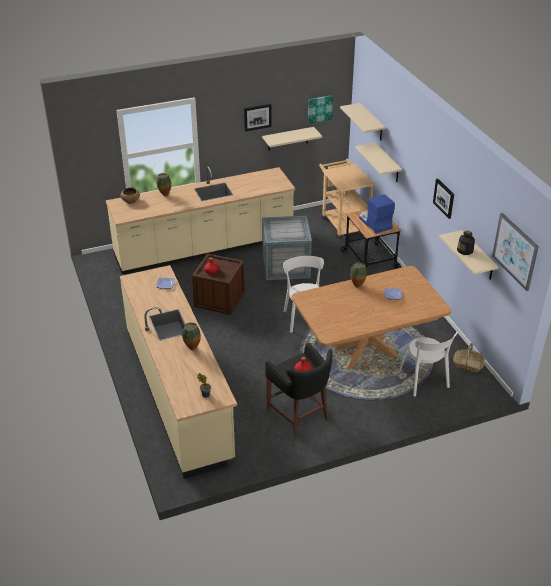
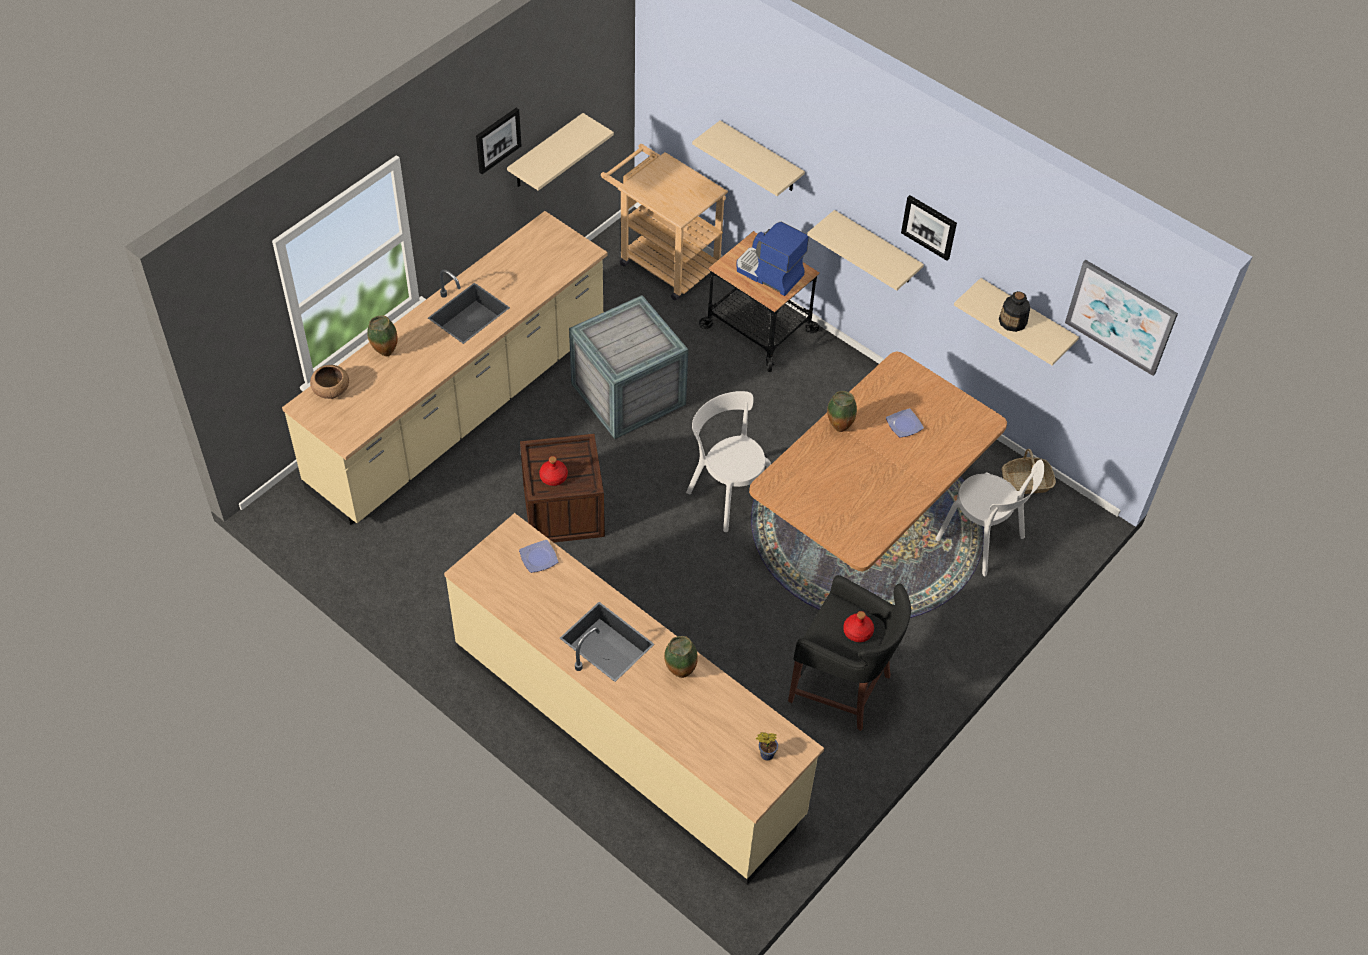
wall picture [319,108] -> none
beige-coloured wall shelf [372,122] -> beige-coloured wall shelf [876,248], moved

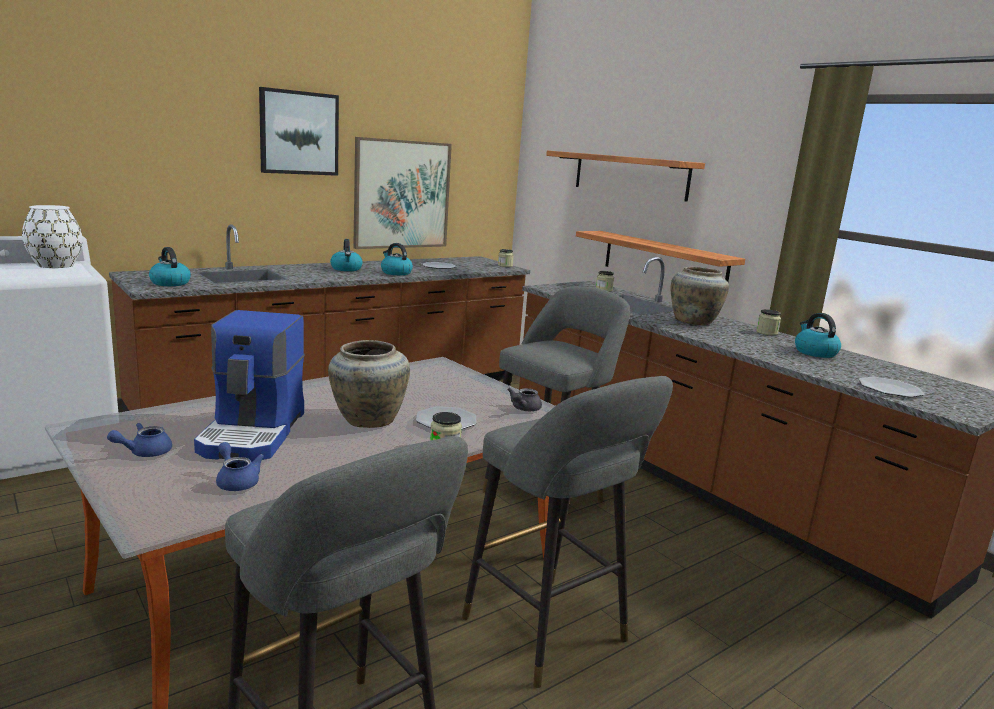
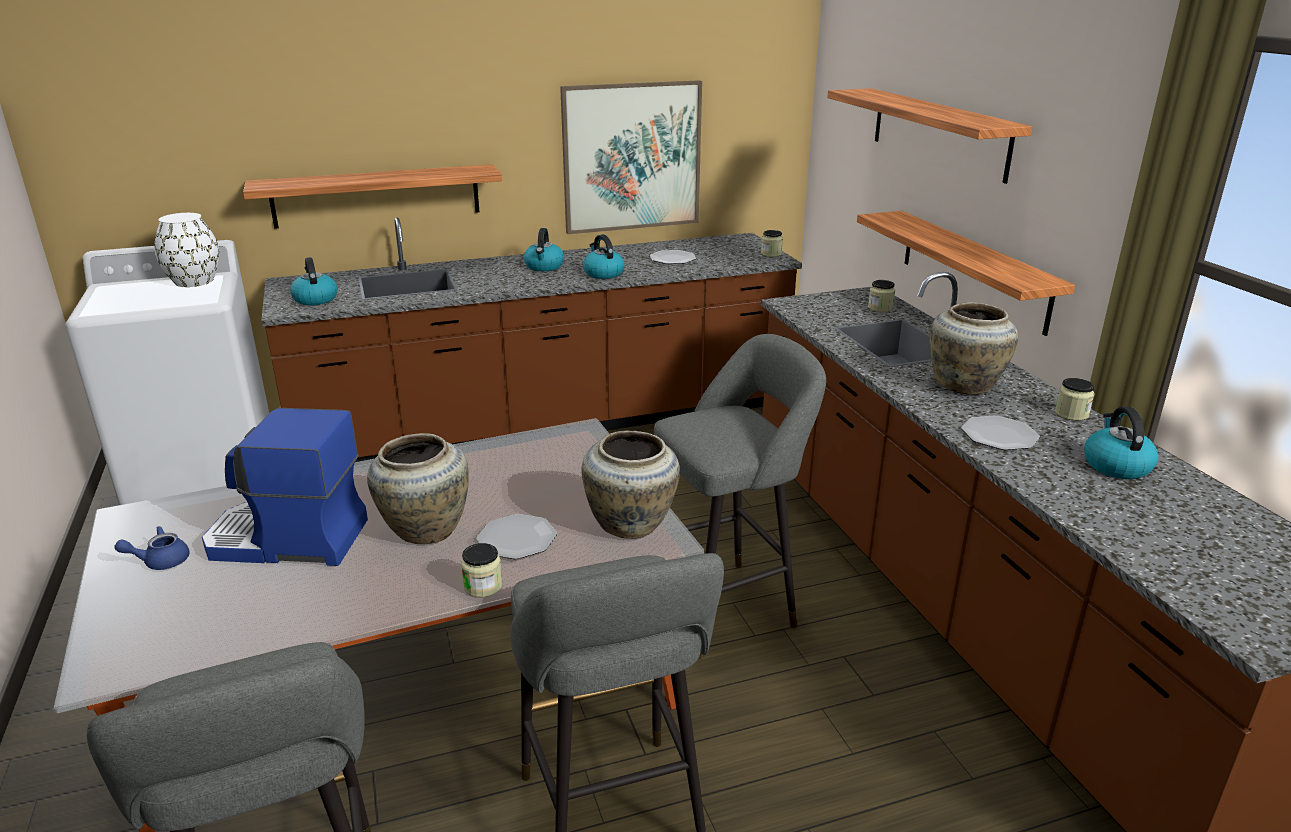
coffee machine [254,433] -> coffee machine [287,541], 75 degrees clockwise
blue teapot [236,481] -> none
wall picture [299,133] -> none
grey teapot [523,409] -> beige-coloured flower vase [631,525]
plate [890,389] -> plate [999,435], moved
none -> wall shelf [376,196]

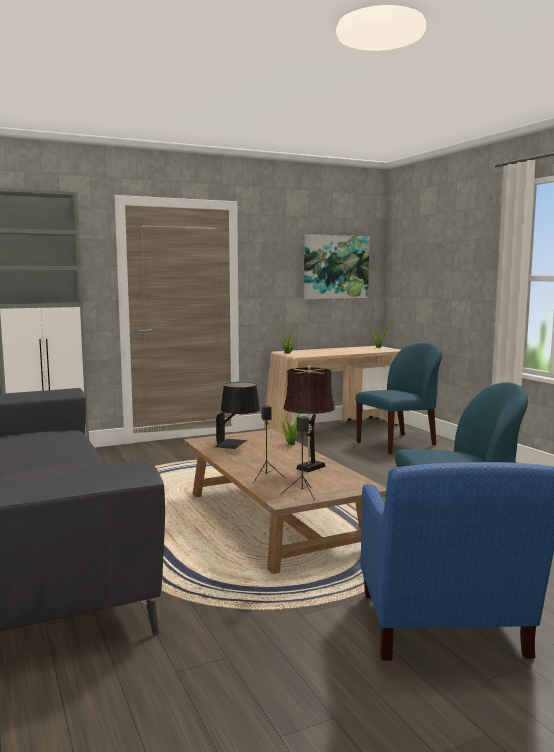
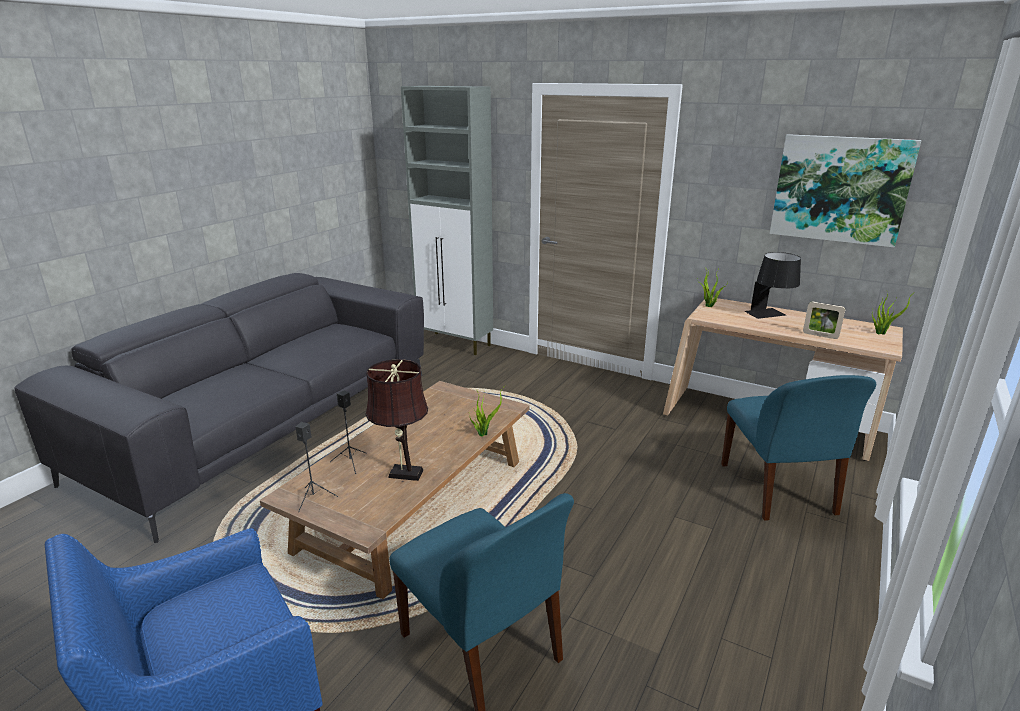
blackish tabletop lamp [238,444] -> blackish tabletop lamp [770,315], moved
blue plain chair [397,444] -> blue plain chair [778,490], 60 degrees clockwise
none -> photo frame [820,335]

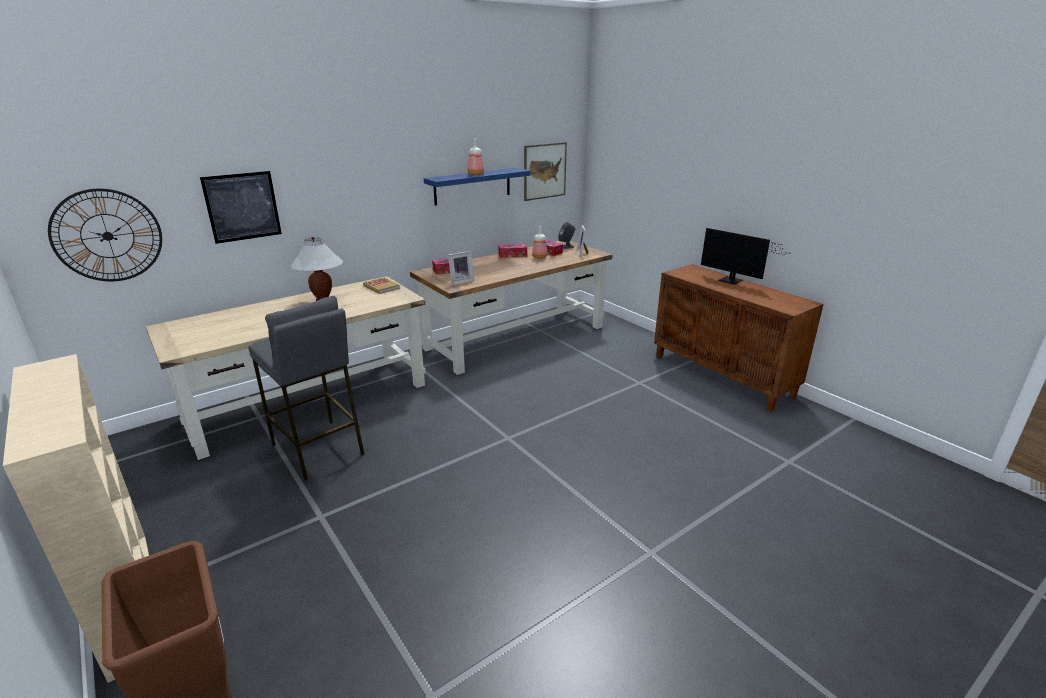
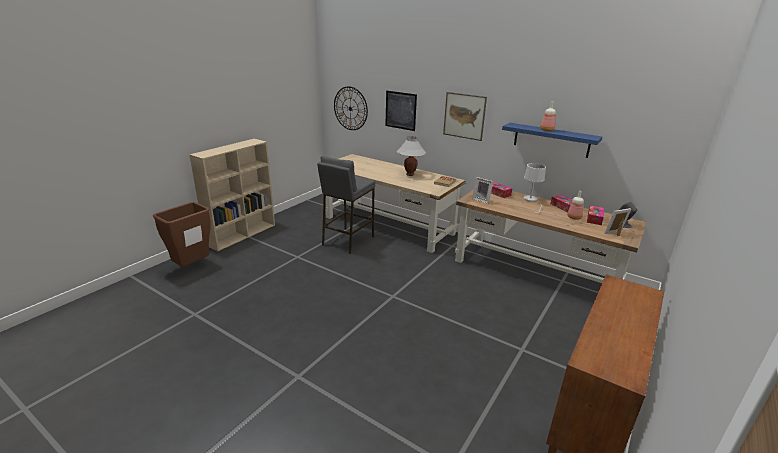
wall picture [545,171] -> wall picture [464,116], moved
monitor [733,281] -> none
none -> white tabletop lamp [531,201]

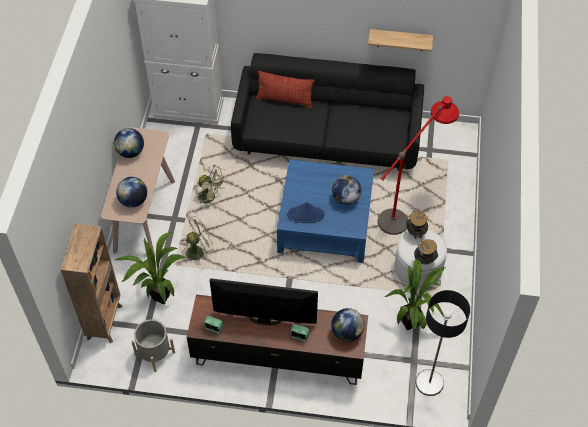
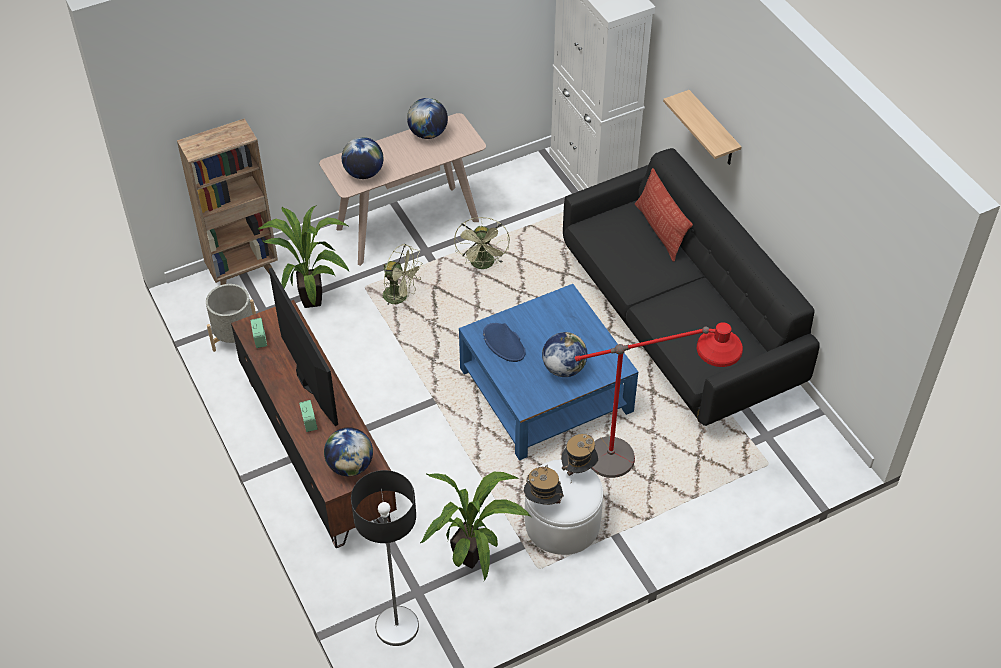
wall shelf [400,40] -> wall shelf [713,130], moved

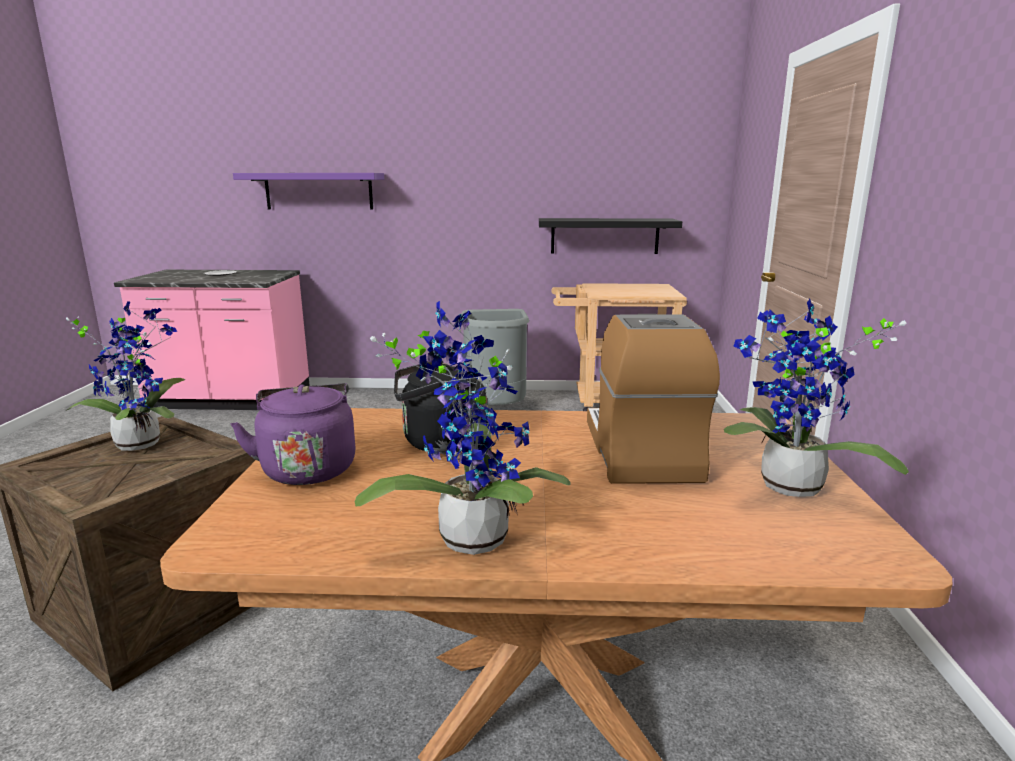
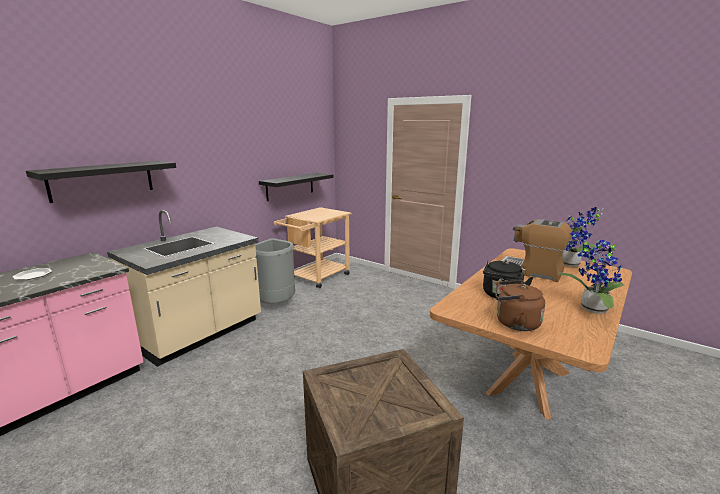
houseplant [141,442] -> none
purple-coloured water kettle [308,468] -> brownish water kettle [514,323]
purple-coloured wall shelf [319,191] -> blackish wall shelf [102,180]
none -> beige-coloured kitchen base unit [199,334]

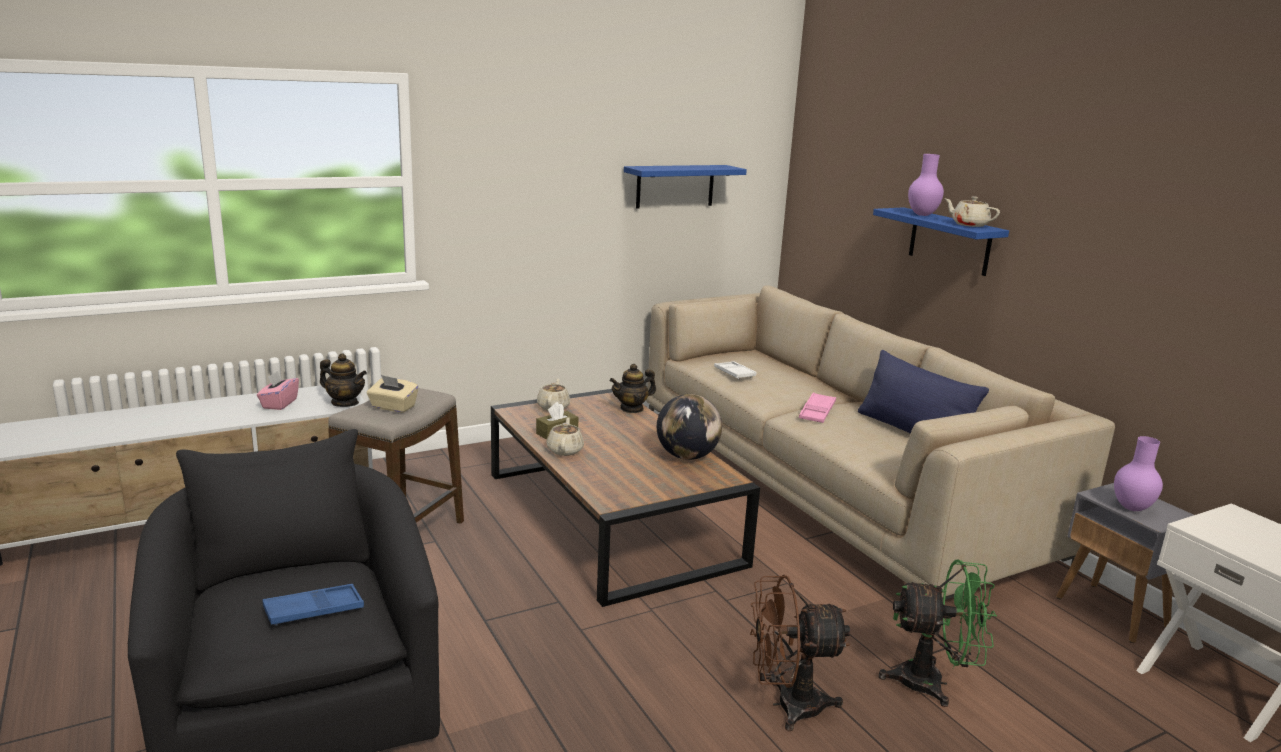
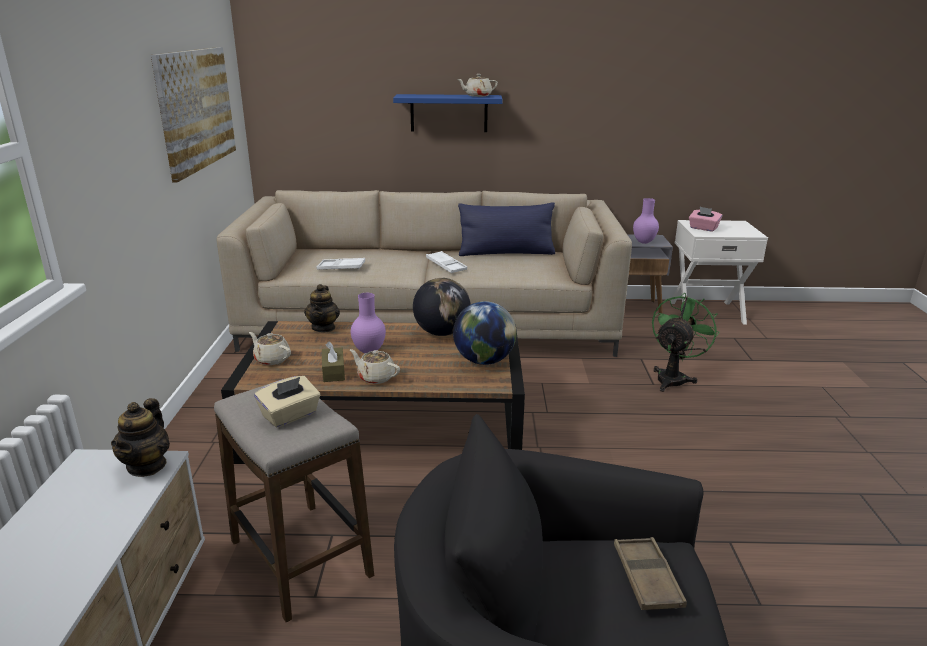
pink-coloured box of tissues [279,404] -> pink-coloured box of tissues [703,228], moved
blue tray [314,610] -> brownish tray [646,578]
teapot [345,403] -> teapot [147,465], 135 degrees clockwise
blue wall shelf [675,186] -> wall picture [197,109]
brownish cooling fan [787,705] -> none
pink-coloured tray [817,412] -> white tray [446,265]
purple-coloured flower vase [922,215] -> purple-coloured flower vase [368,351], moved
none -> desk globe [484,361]

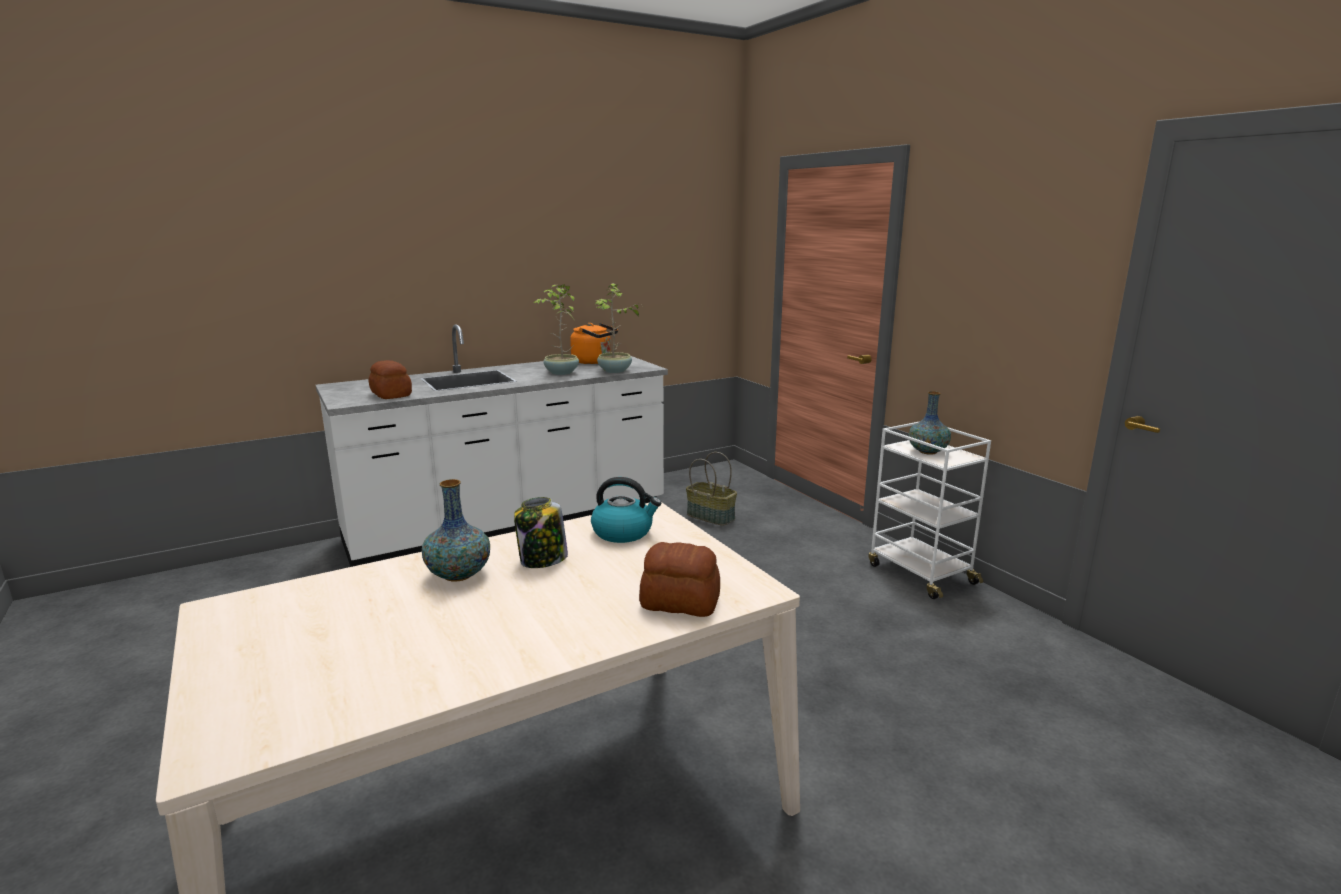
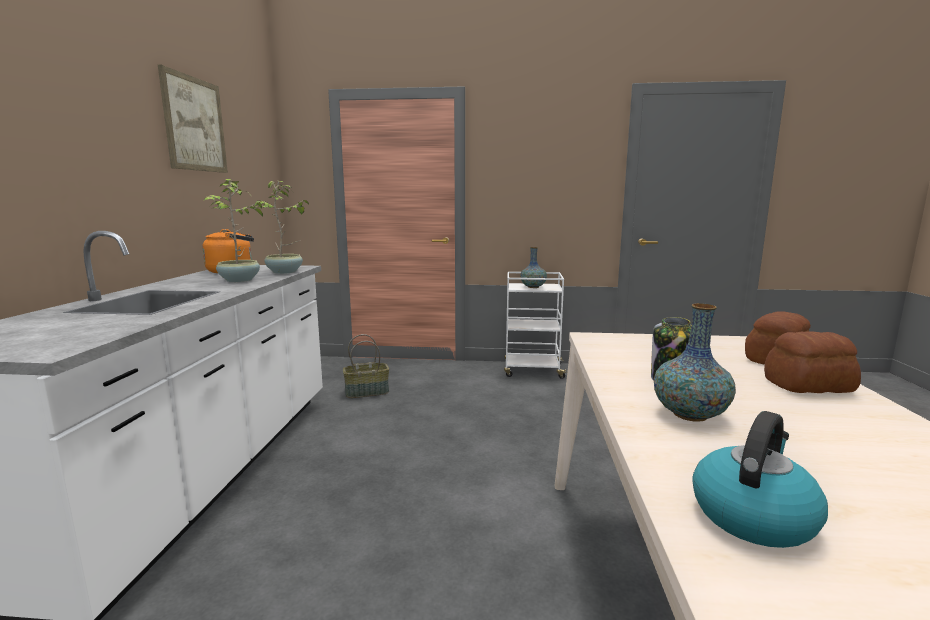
bakery bread [391,394] -> bakery bread [806,385], moved
water kettle [623,532] -> water kettle [752,515], moved
none -> wall picture [194,124]

